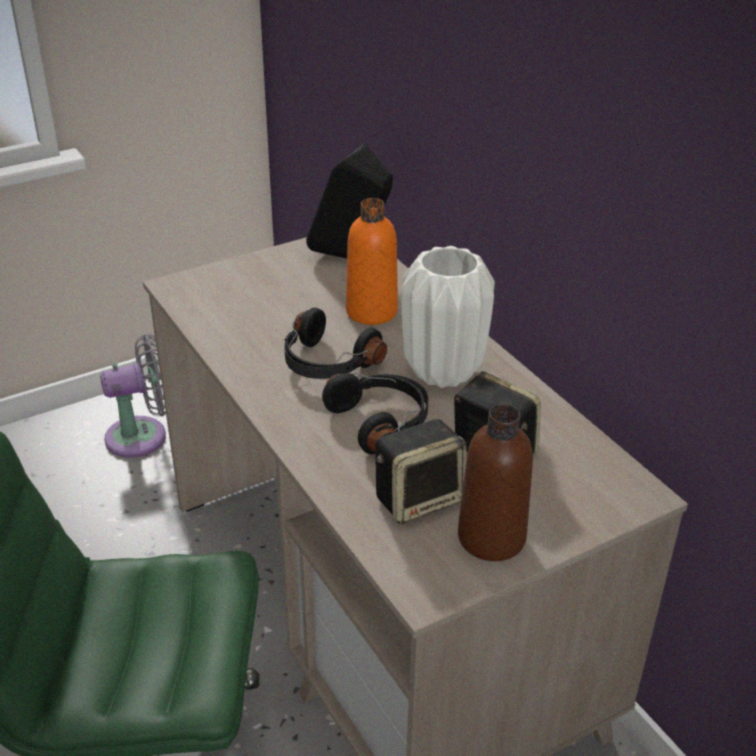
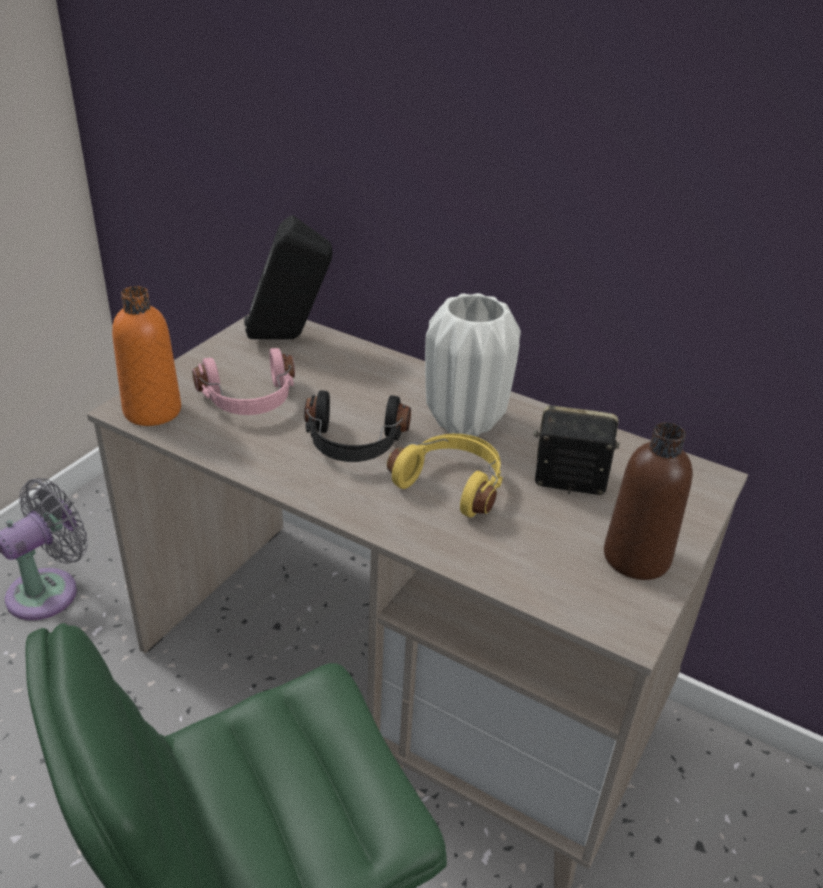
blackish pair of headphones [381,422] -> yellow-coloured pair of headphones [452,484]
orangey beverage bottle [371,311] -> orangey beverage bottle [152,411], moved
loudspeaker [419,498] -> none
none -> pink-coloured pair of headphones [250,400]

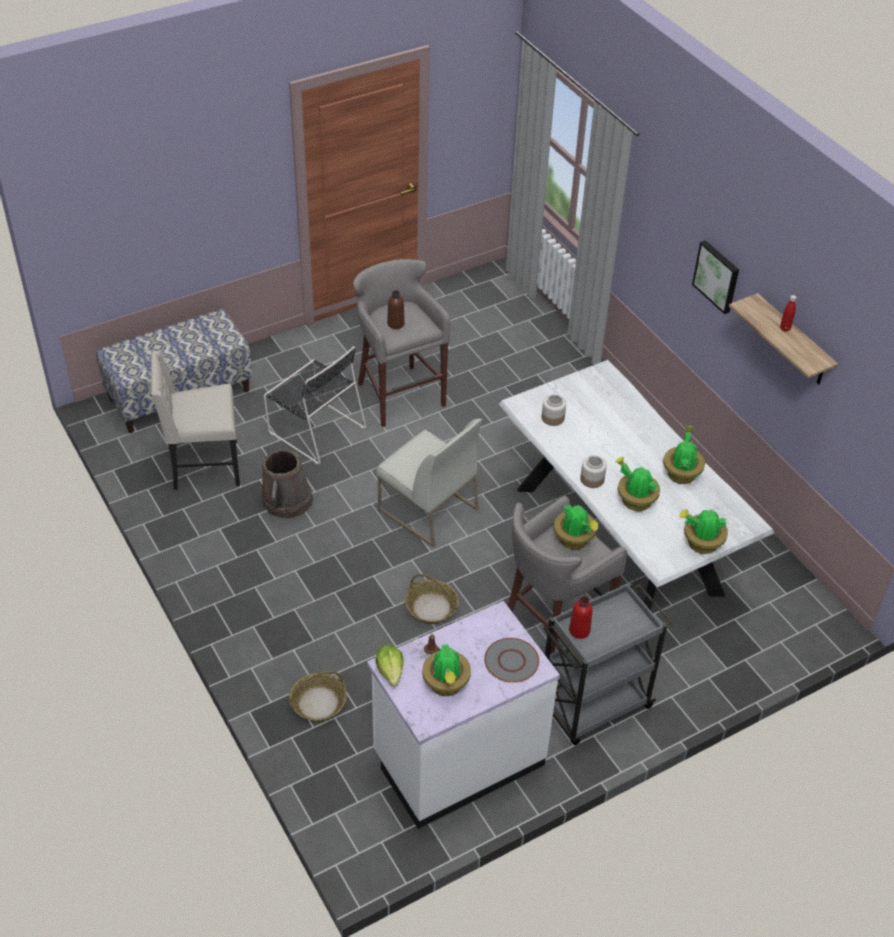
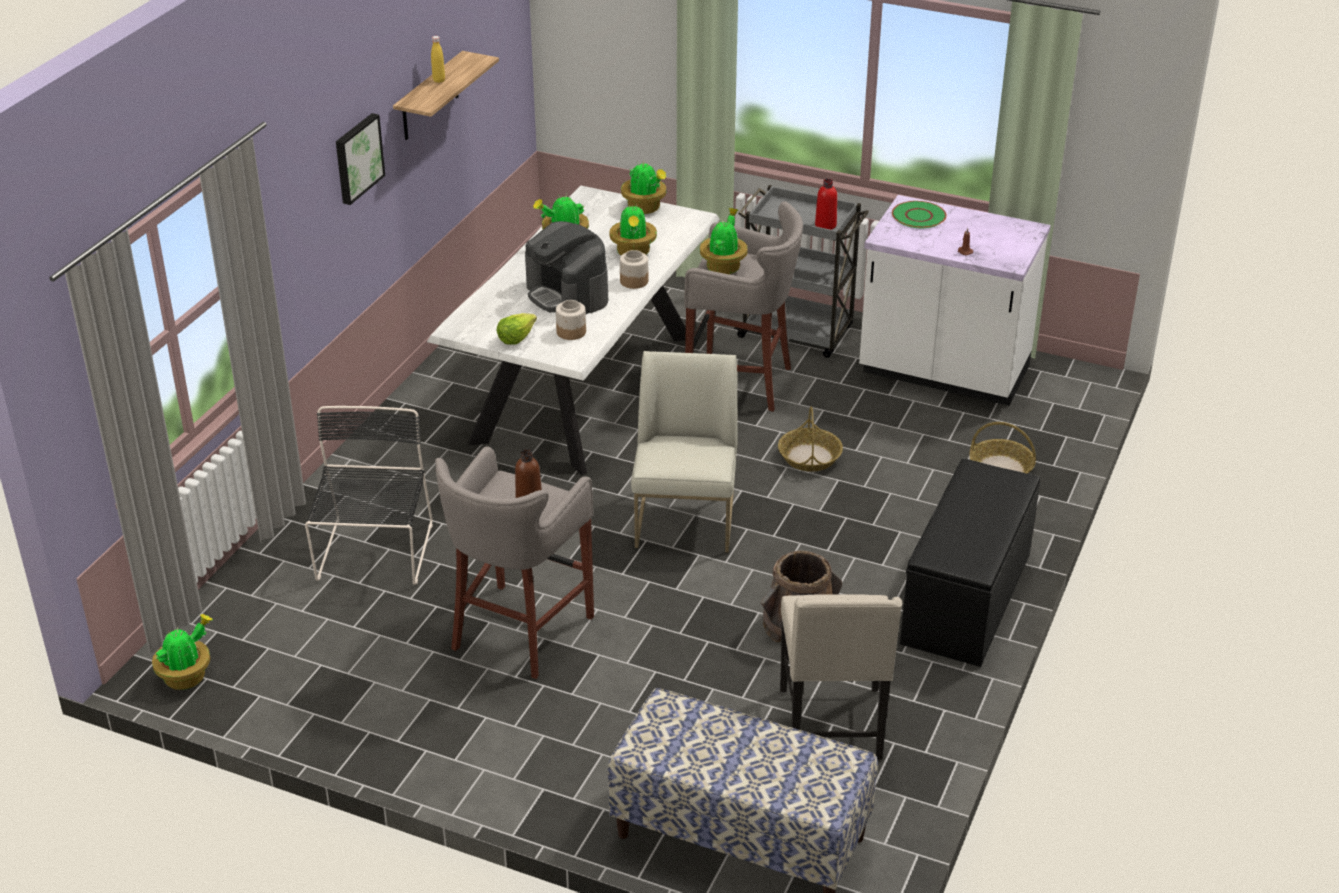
beige-coloured plain chair [203,467] -> beige-coloured plain chair [833,726], 45 degrees clockwise
blackish plain chair [315,428] -> blackish plain chair [374,554], moved
lettuce [391,671] -> lettuce [516,337], moved
houseplant [446,685] -> houseplant [187,676], moved
grey plate [511,661] -> green-coloured plate [919,216]
red beverage bottle [785,328] -> yellow-coloured beverage bottle [439,80]
none -> coffee machine [567,295]
none -> blackish indoor bench [968,598]

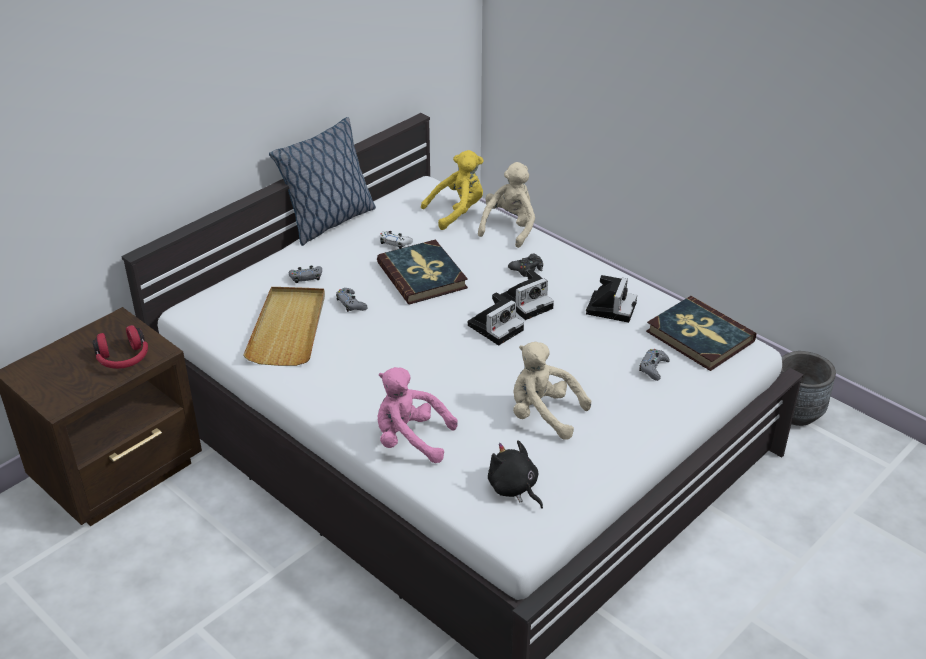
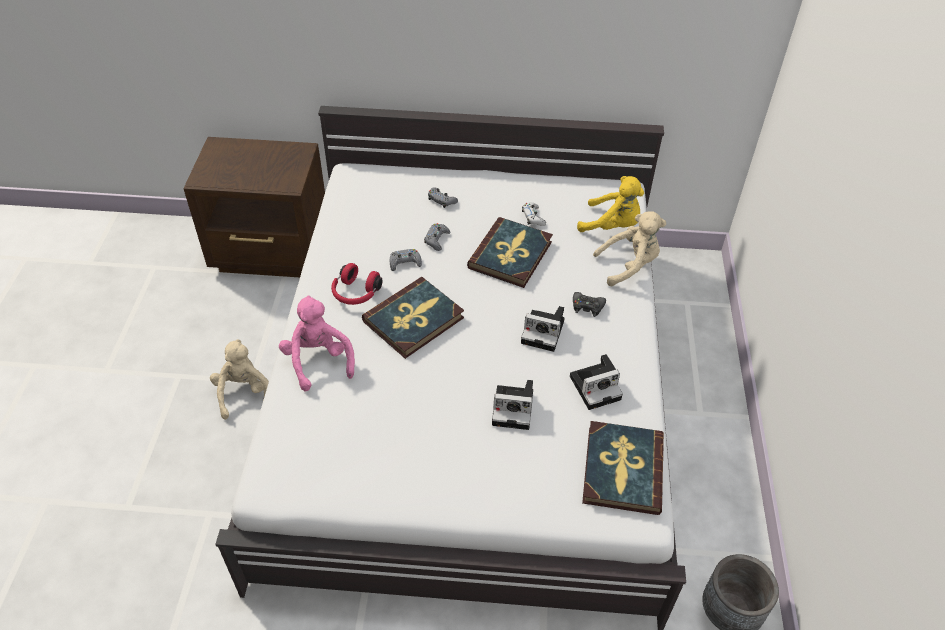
red pair of headphones [123,359] -> red pair of headphones [355,293], moved
beige-coloured tray [288,328] -> none
pillow [329,222] -> none
still camera [496,326] -> still camera [515,408], moved
blackish cuddly toy [514,488] -> none
beige-coloured cuddly toy [543,414] -> beige-coloured cuddly toy [244,394], moved
grey joypad [653,368] -> grey joypad [405,263], moved
none -> book [414,320]

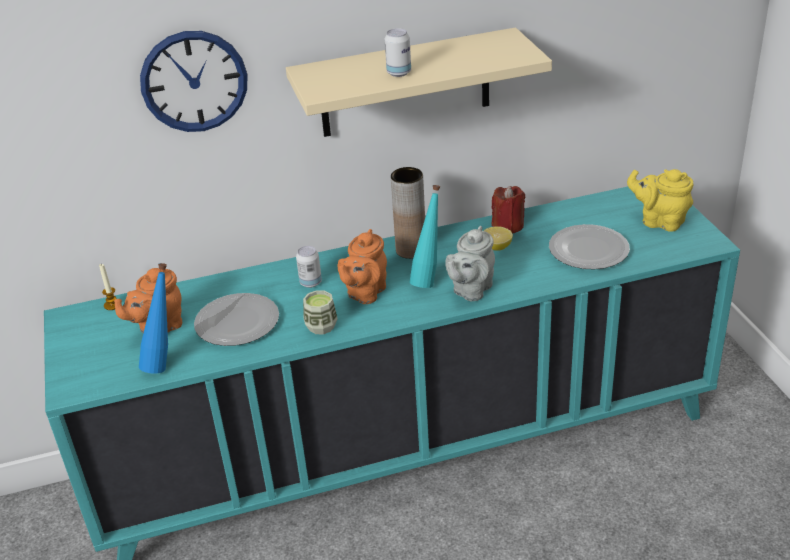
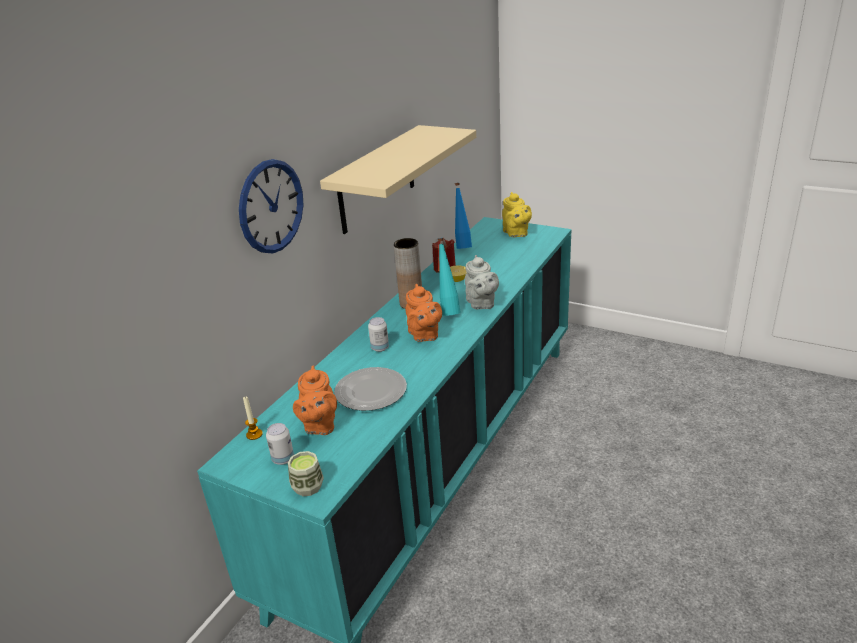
blue beverage bottle [165,362] -> blue beverage bottle [462,246], moved
small cup [321,326] -> small cup [308,487], moved
sealed can [399,73] -> sealed can [283,459], moved
plate [588,251] -> none
yellow-coloured teapot [659,221] -> yellow-coloured teapot [516,234], 90 degrees counterclockwise

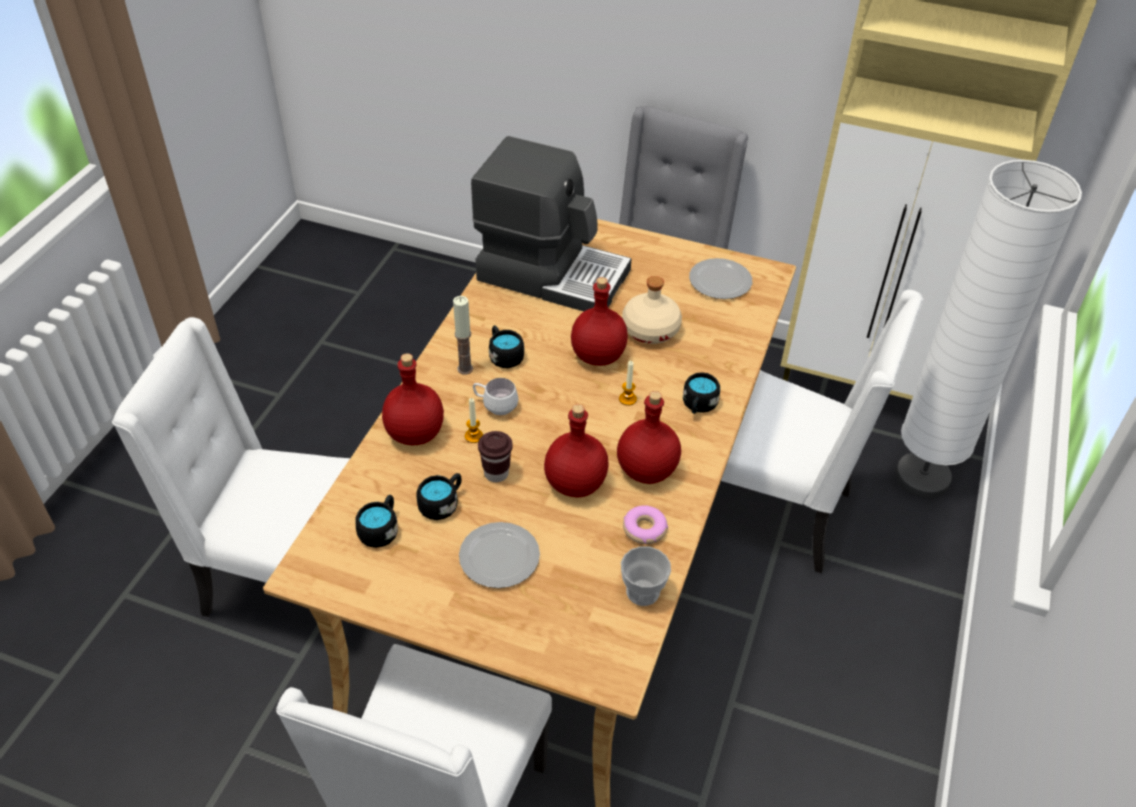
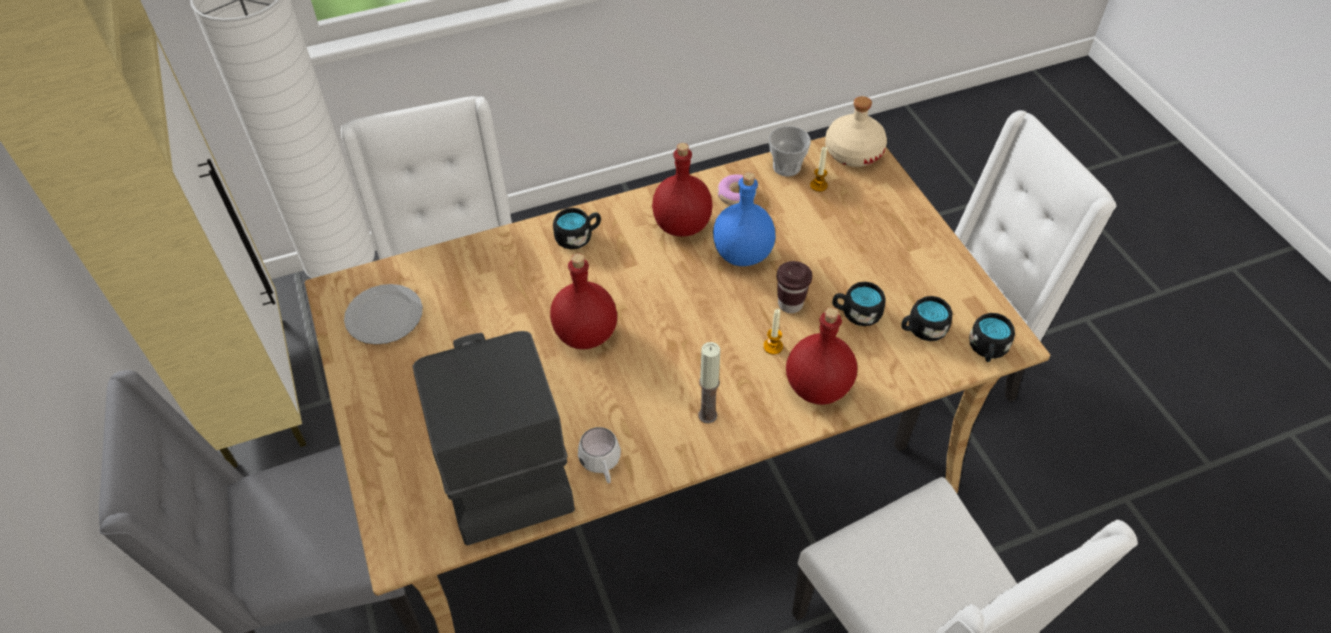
plate [500,556] -> none
white mug [495,406] -> white mug [602,467], moved
blackish mug [504,355] -> blackish mug [987,349], moved
red beverage bottle [574,484] -> blue beverage bottle [743,254]
wax candle [627,399] -> wax candle [818,185], moved
beige-coloured beverage bottle [651,329] -> beige-coloured beverage bottle [853,152], moved

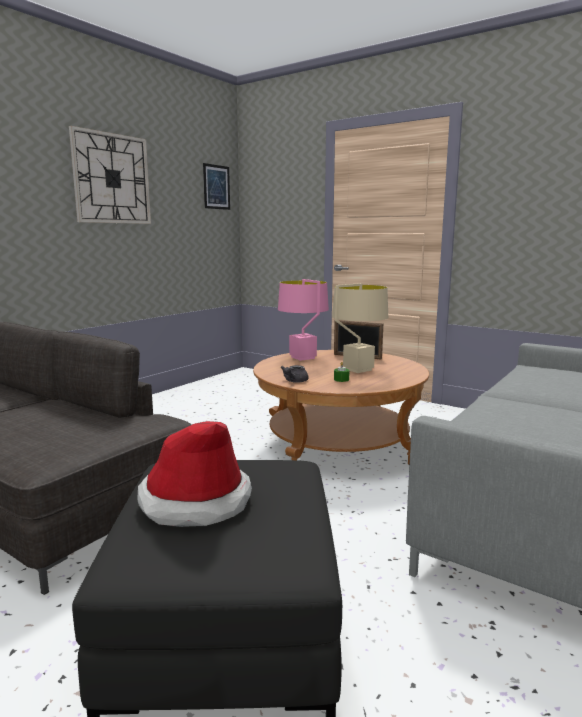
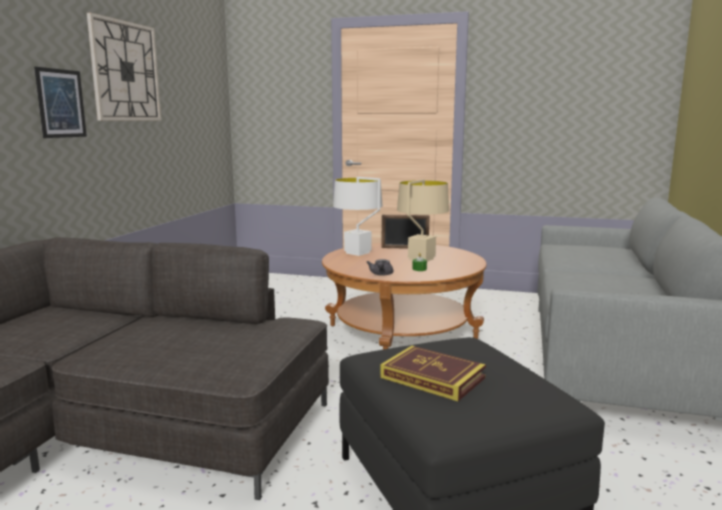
clothing hat [195,501] -> book [432,378]
wall picture [216,187] -> wall picture [61,103], moved
pink-coloured tabletop lamp [303,358] -> white tabletop lamp [358,253]

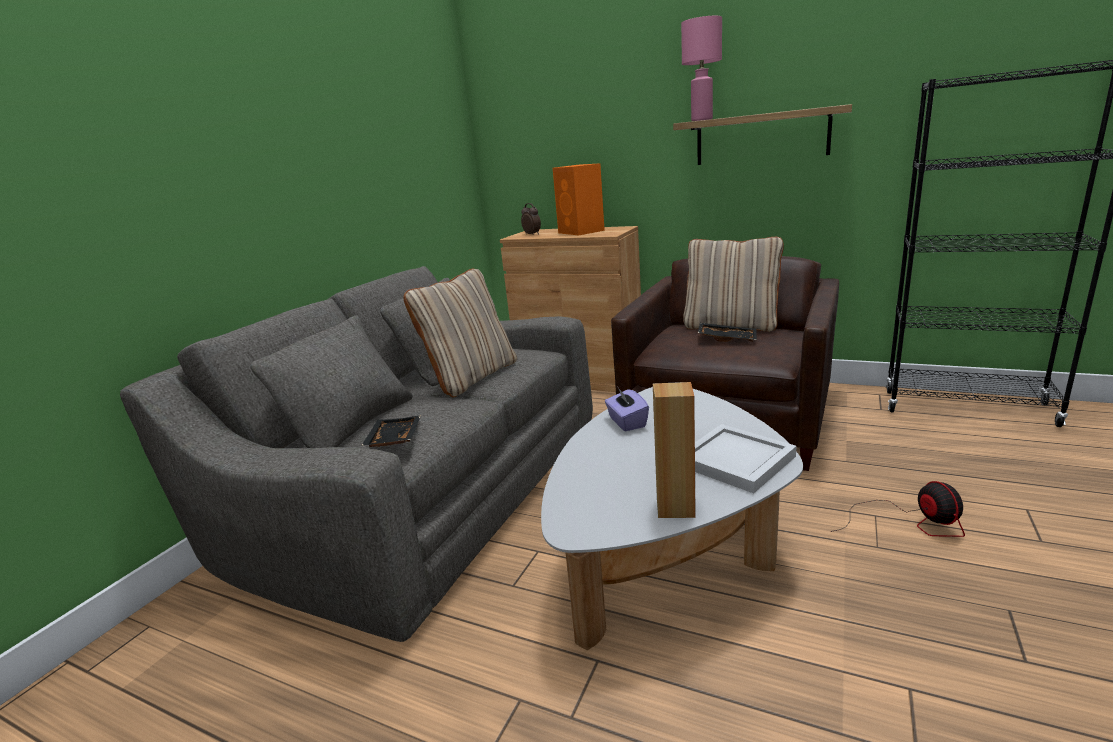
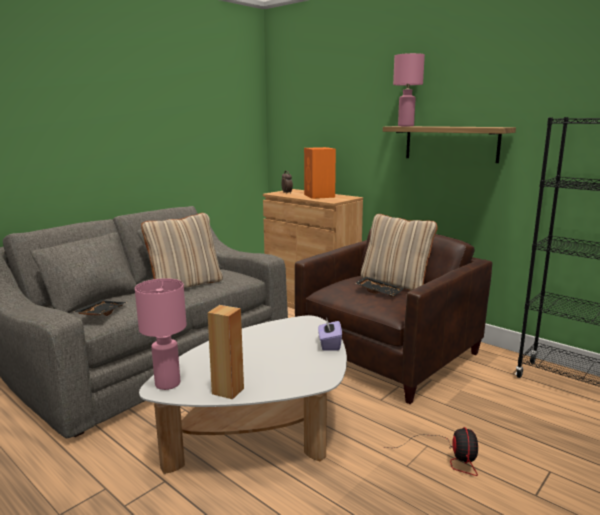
purple-coloured box of tissues [626,422] -> purple-coloured box of tissues [329,344], moved
white tray [735,460] -> none
none -> pink-coloured tabletop lamp [168,384]

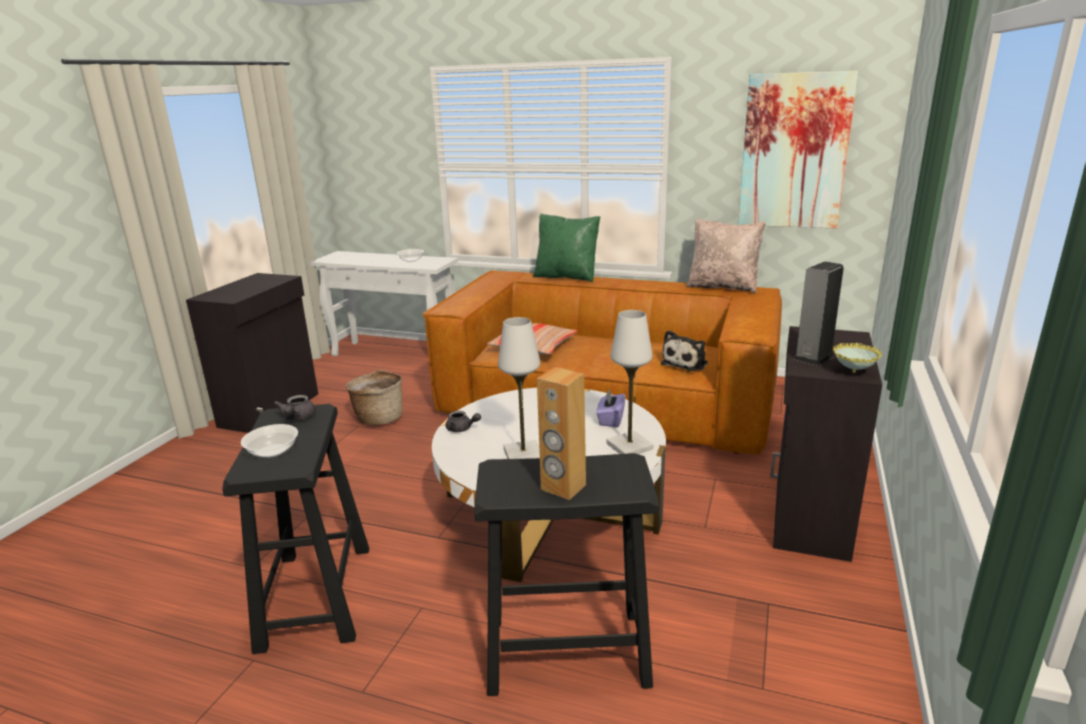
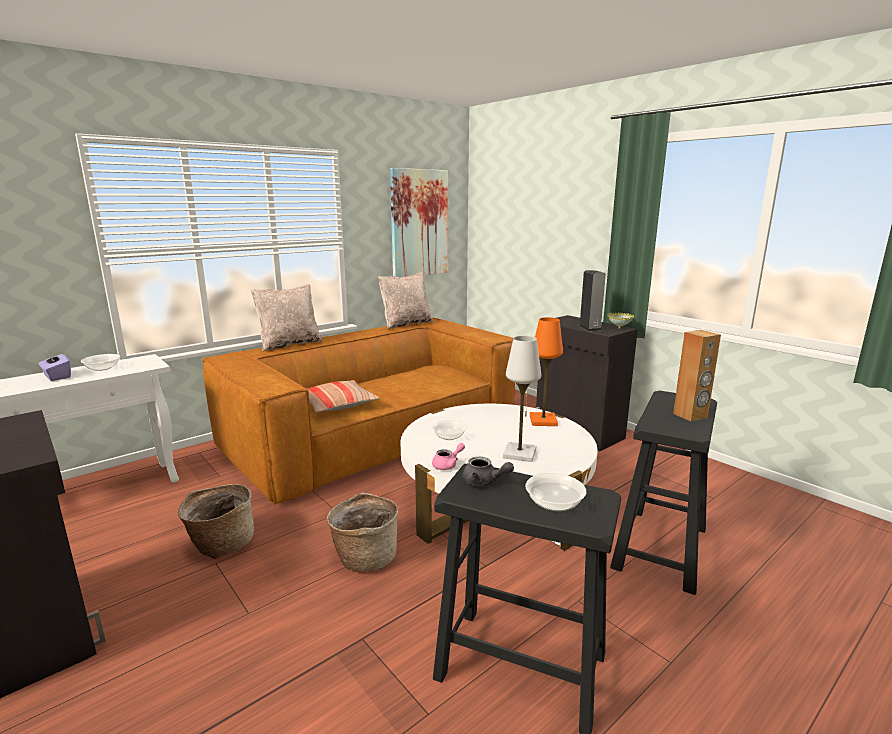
grey teapot [462,429] -> pink-coloured teapot [448,465]
green-coloured pillow [567,277] -> beige-coloured pillow [289,344]
purple-coloured box of tissues [610,419] -> purple-coloured box of tissues [57,376], moved
white tabletop lamp [629,446] -> orangey tabletop lamp [543,421]
cuddly toy [686,363] -> none
none -> basket [365,557]
none -> bowl [449,437]

